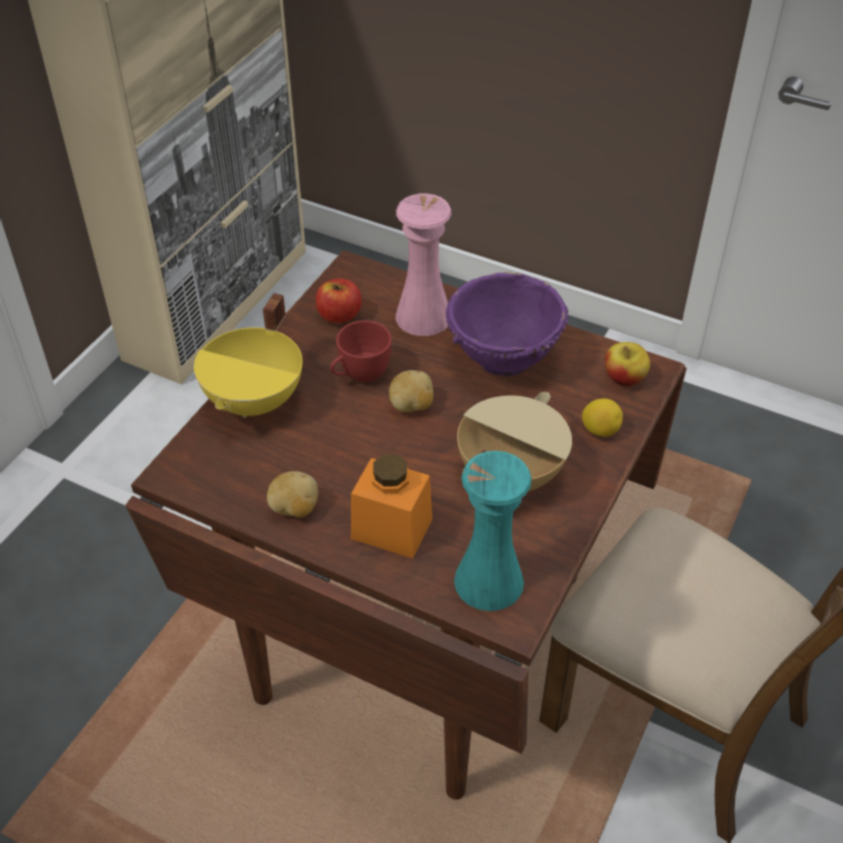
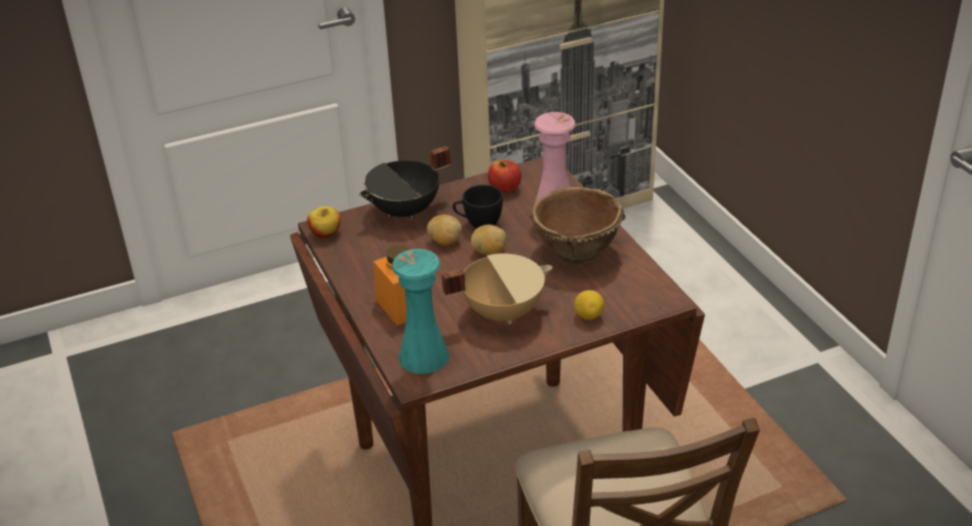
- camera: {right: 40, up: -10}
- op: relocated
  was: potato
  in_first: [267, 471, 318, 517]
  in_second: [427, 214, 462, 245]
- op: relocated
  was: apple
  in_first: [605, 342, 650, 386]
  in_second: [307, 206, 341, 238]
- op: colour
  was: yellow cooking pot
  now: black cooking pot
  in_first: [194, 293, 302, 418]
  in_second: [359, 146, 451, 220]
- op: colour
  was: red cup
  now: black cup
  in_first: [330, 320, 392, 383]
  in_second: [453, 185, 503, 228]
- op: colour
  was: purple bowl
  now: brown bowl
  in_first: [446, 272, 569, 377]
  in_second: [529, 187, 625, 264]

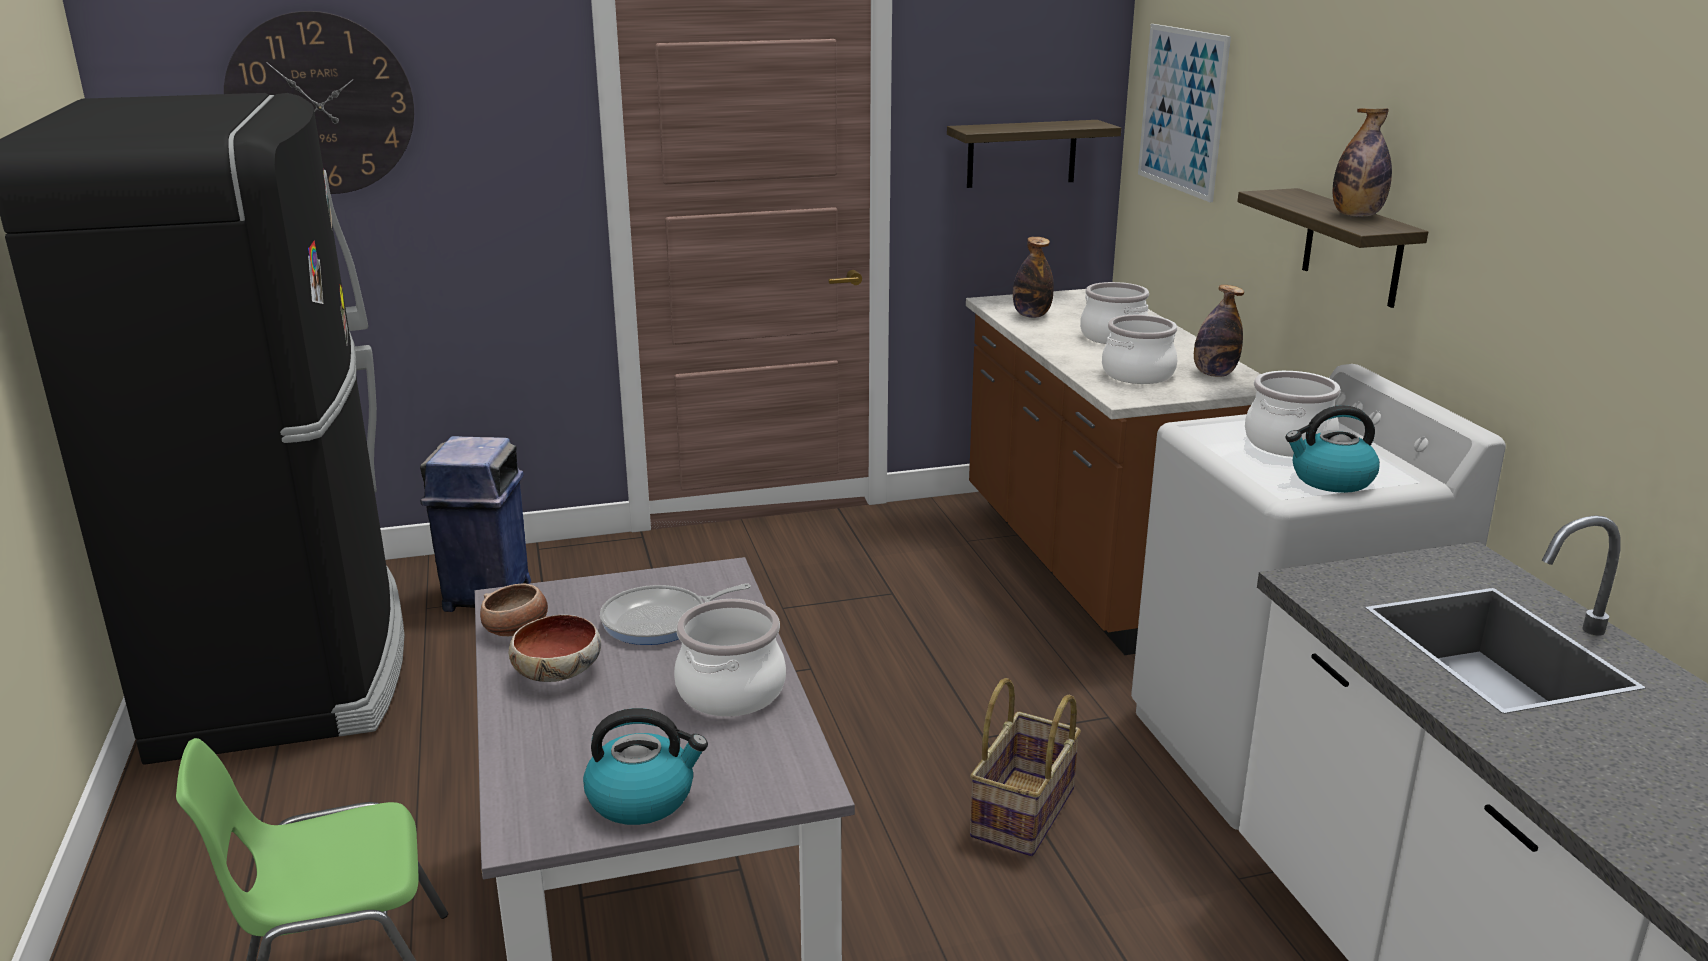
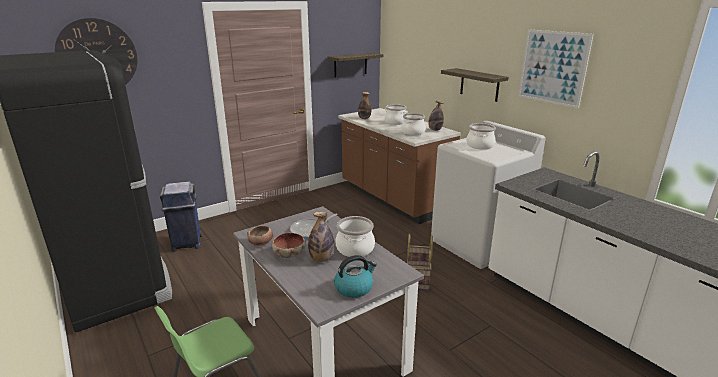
- camera: {right: -20, up: 0}
- op: missing
  was: kettle
  in_first: [1285, 405, 1380, 493]
- op: relocated
  was: picture
  in_first: [1138, 24, 1231, 202]
  in_second: [518, 29, 594, 108]
- op: relocated
  was: bottle
  in_first: [1333, 108, 1392, 217]
  in_second: [308, 211, 334, 262]

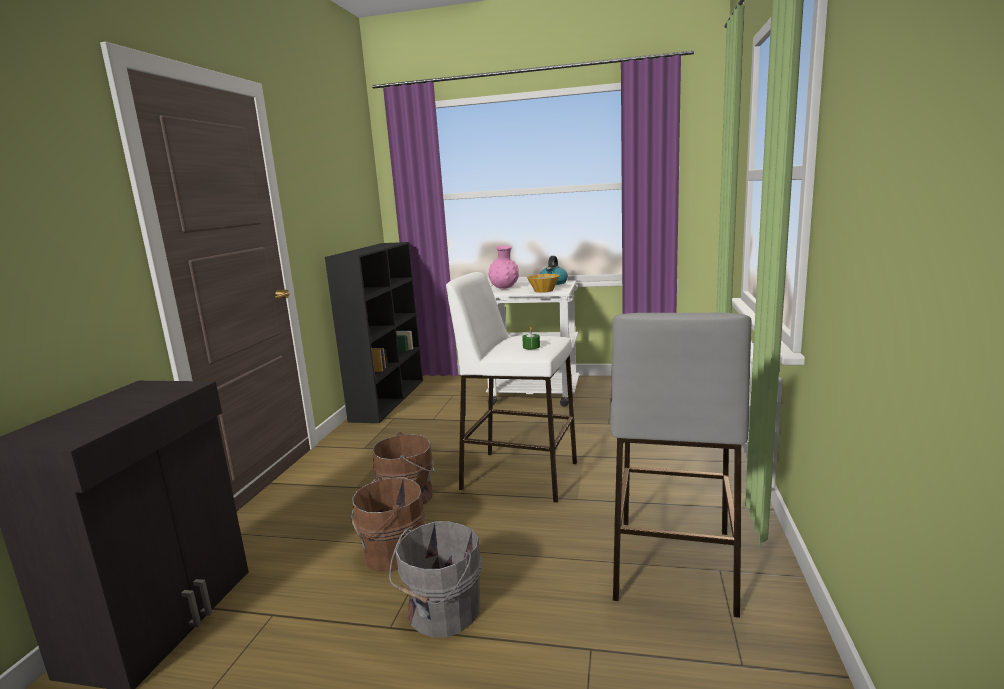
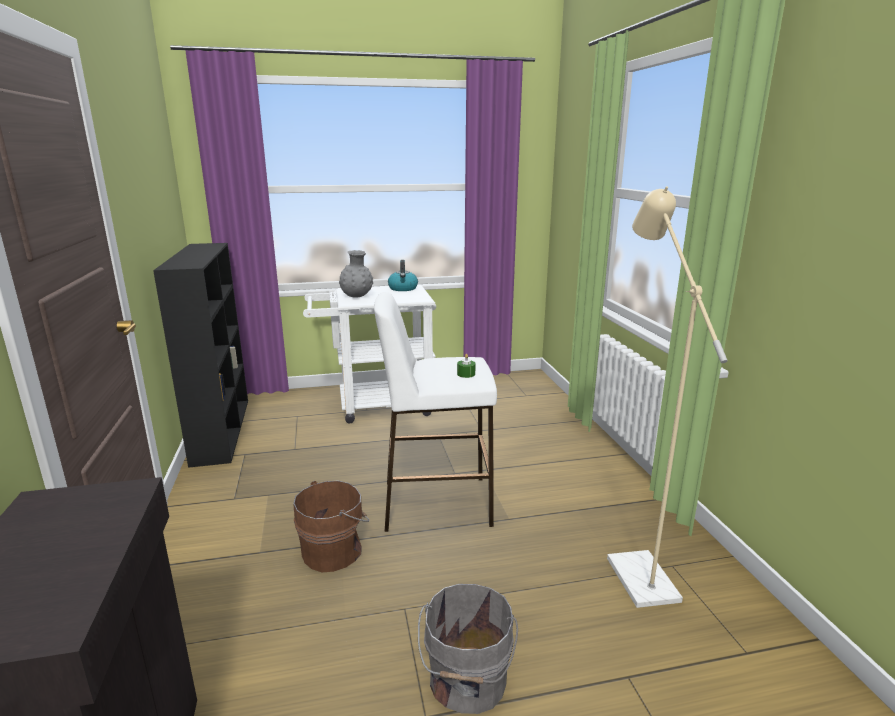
- camera: {right: -25, up: 5}
- op: missing
  was: brown bucket
  in_first: [351, 476, 425, 572]
- op: missing
  was: bowl
  in_first: [527, 274, 560, 293]
- op: exchanged
  was: grey stool
  now: beige floor lamp
  in_first: [610, 313, 752, 618]
  in_second: [607, 186, 728, 608]
- op: colour
  was: pink vase
  now: grey vase
  in_first: [488, 246, 519, 289]
  in_second: [339, 250, 373, 298]

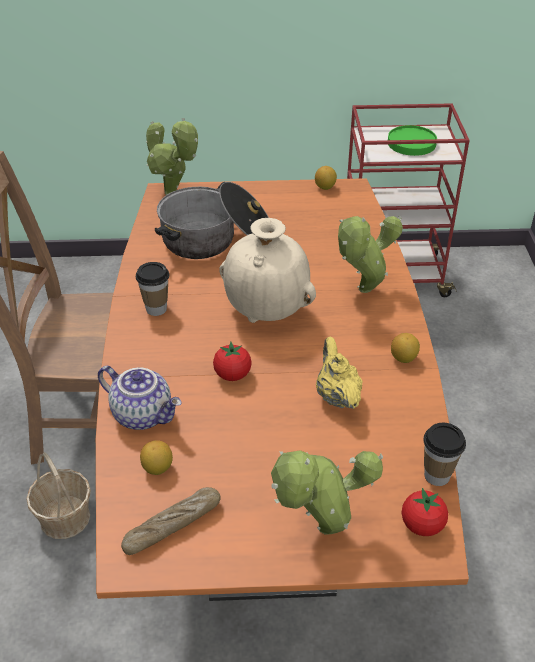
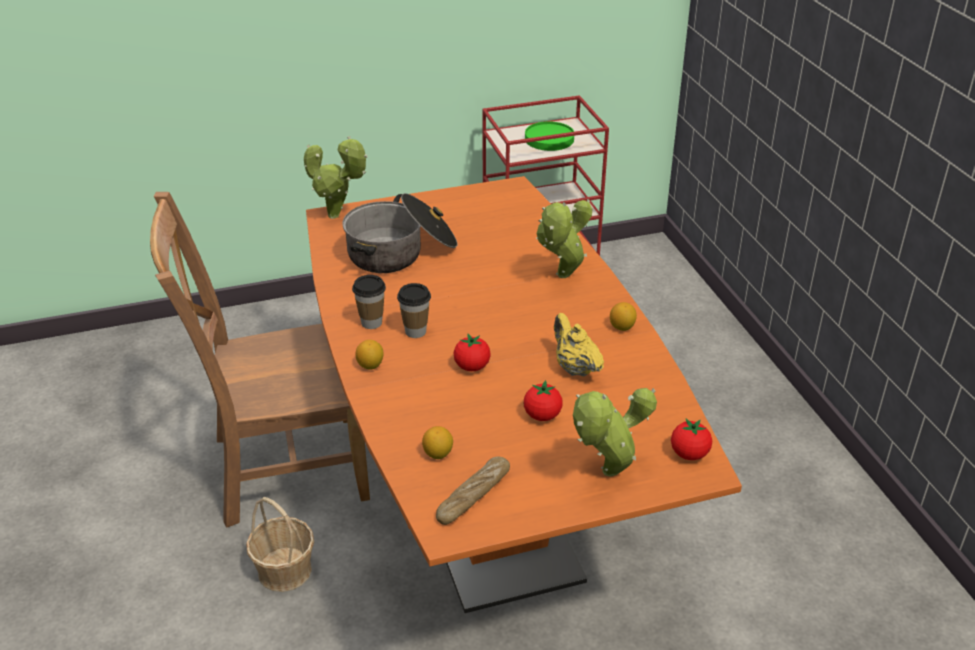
- camera: {right: -15, up: -5}
- op: missing
  was: teapot
  in_first: [98, 366, 182, 430]
- op: missing
  was: beige vase
  in_first: [219, 218, 316, 323]
- op: appeared
  now: tomato
  in_second: [524, 380, 563, 421]
- op: relocated
  was: lemon
  in_first: [315, 166, 337, 190]
  in_second: [355, 340, 383, 369]
- op: relocated
  was: cup
  in_first: [423, 423, 466, 486]
  in_second: [397, 283, 431, 338]

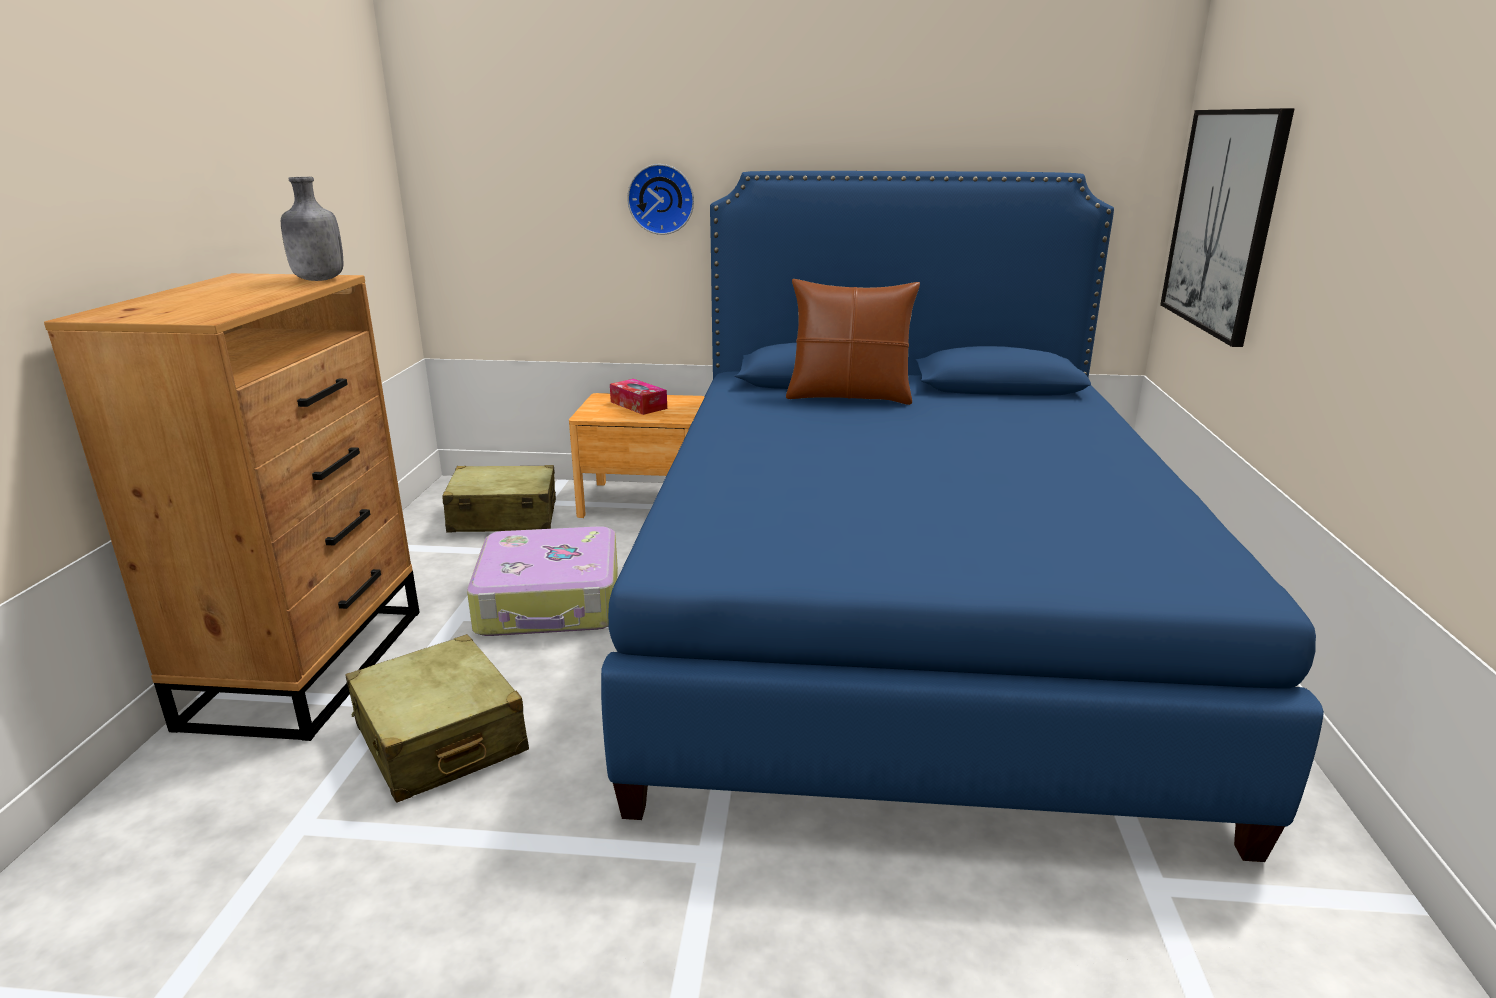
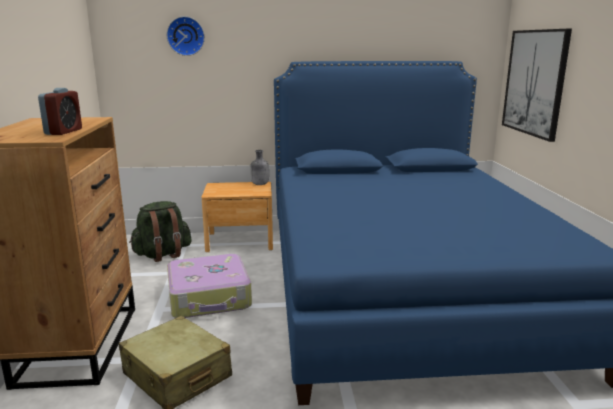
- camera: {right: -10, up: -5}
- op: missing
  was: tissue box
  in_first: [610, 379, 667, 415]
- op: missing
  was: brown pillow
  in_first: [786, 279, 920, 405]
- op: appeared
  now: alarm clock
  in_second: [38, 88, 82, 135]
- op: relocated
  was: grey bottle
  in_first: [281, 177, 343, 281]
  in_second: [250, 150, 269, 185]
- op: relocated
  was: wall clock
  in_first: [627, 164, 694, 235]
  in_second: [167, 16, 205, 56]
- op: exchanged
  was: beige suitcase
  now: green backpack
  in_first: [443, 465, 556, 533]
  in_second: [129, 201, 192, 262]

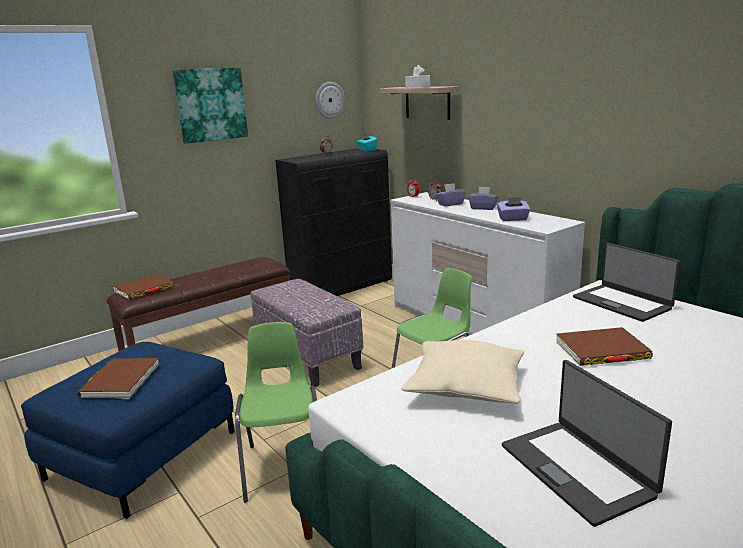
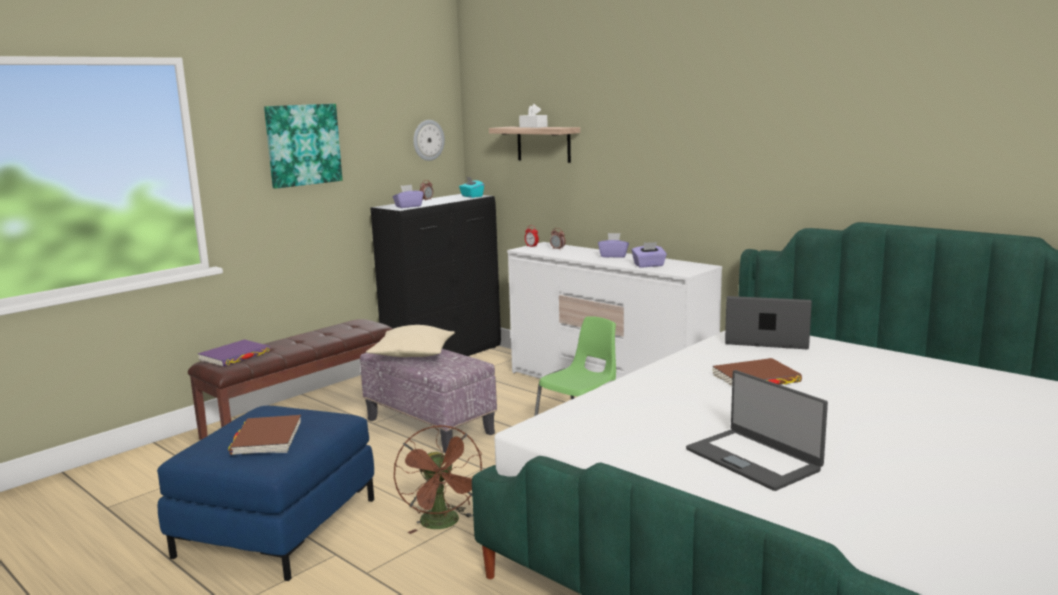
- camera: {right: -10, up: -5}
- op: relocated
  was: beige pillow
  in_first: [401, 340, 524, 404]
  in_second: [366, 325, 455, 357]
- op: relocated
  was: purple tissue box
  in_first: [436, 183, 466, 206]
  in_second: [392, 185, 423, 208]
- op: exchanged
  was: green chair
  now: brown fan
  in_first: [235, 322, 317, 502]
  in_second: [394, 425, 482, 534]
- op: colour
  was: brown book
  now: purple book
  in_first: [113, 274, 174, 300]
  in_second: [198, 339, 270, 367]
- op: spun
  was: laptop
  in_first: [573, 243, 680, 322]
  in_second: [725, 296, 812, 349]
  clockwise: 150

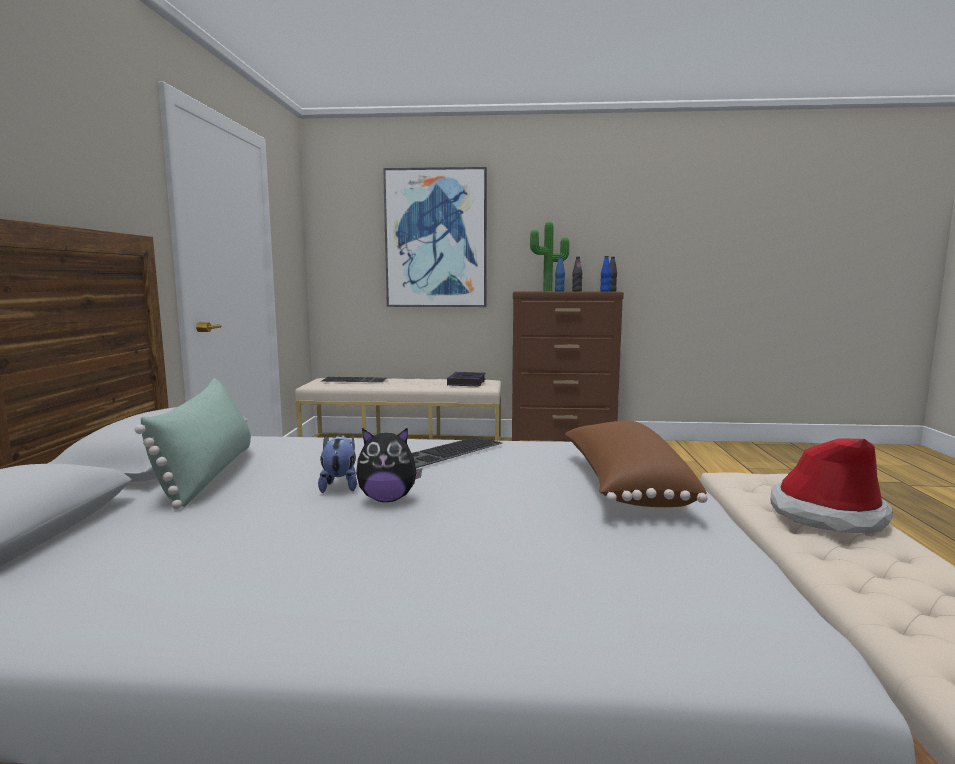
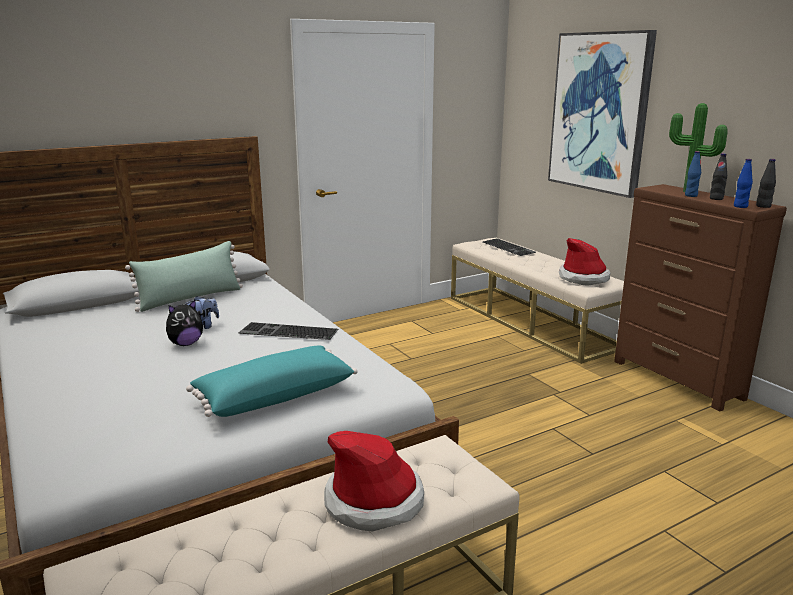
- camera: {right: 55, up: 10}
- op: exchanged
  was: book
  now: hat
  in_first: [447, 372, 485, 386]
  in_second: [559, 238, 610, 286]
- op: colour
  was: brown pillow
  now: turquoise pillow
  in_first: [565, 421, 707, 507]
  in_second: [186, 346, 358, 417]
- op: spun
  was: plush toy
  in_first: [356, 427, 422, 502]
  in_second: [166, 300, 203, 346]
  clockwise: -90

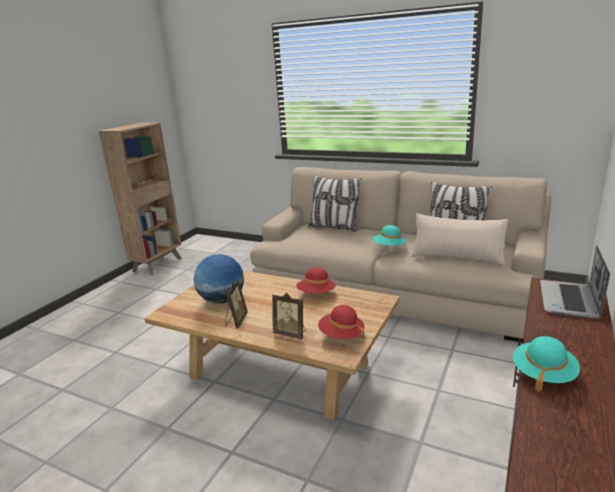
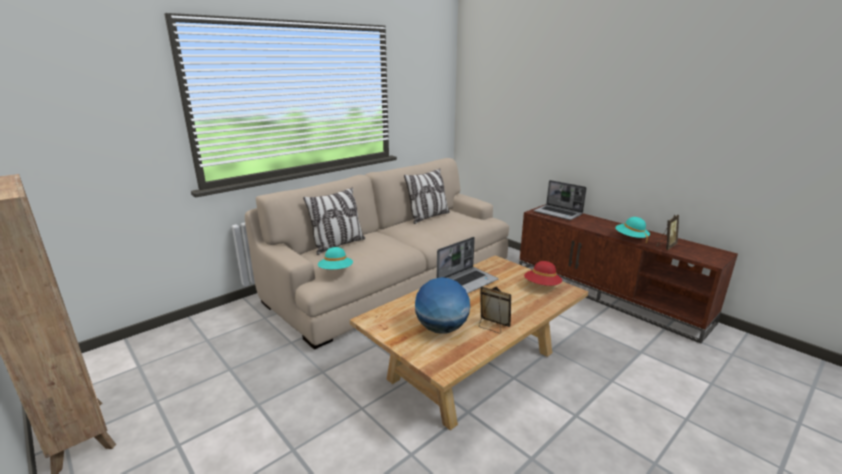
- camera: {right: -70, up: 0}
- op: missing
  was: beige pillow
  in_first: [412, 213, 509, 266]
- op: relocated
  was: picture frame
  in_first: [272, 293, 306, 339]
  in_second: [656, 214, 679, 250]
- op: relocated
  was: turquoise hat
  in_first: [372, 225, 406, 246]
  in_second: [318, 247, 353, 269]
- op: exchanged
  was: red hat
  now: laptop
  in_first: [296, 267, 336, 293]
  in_second: [437, 237, 499, 294]

